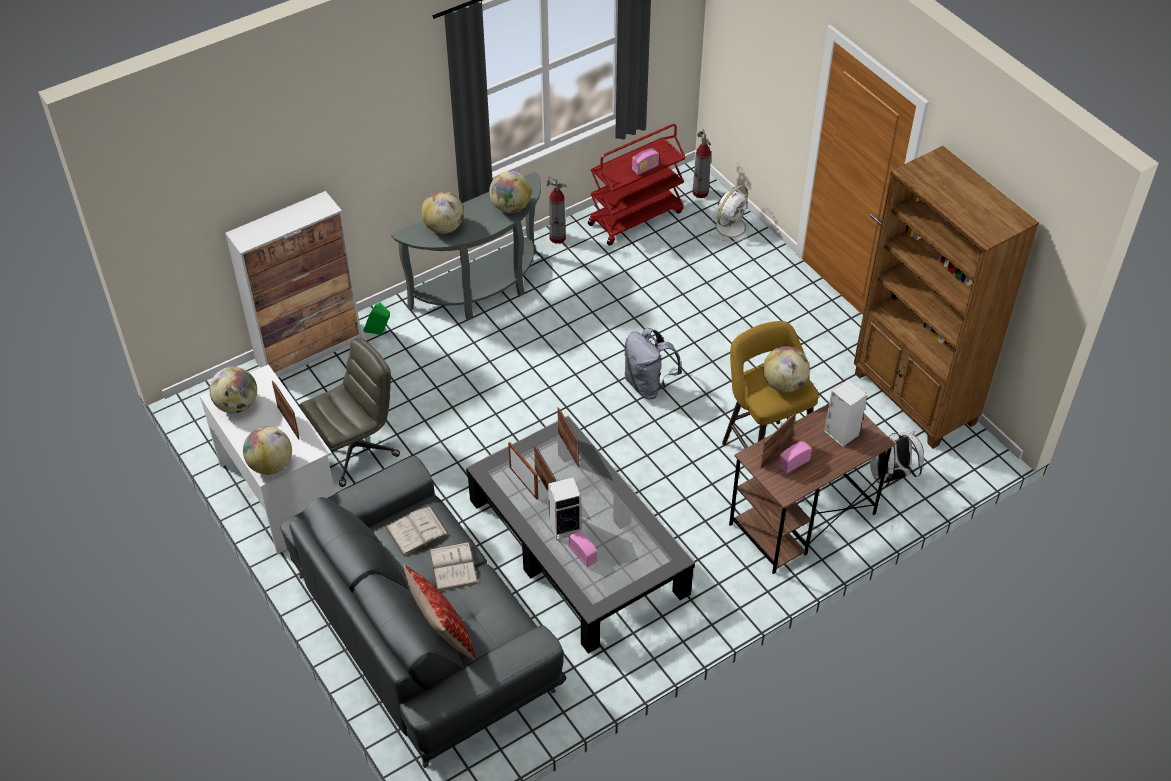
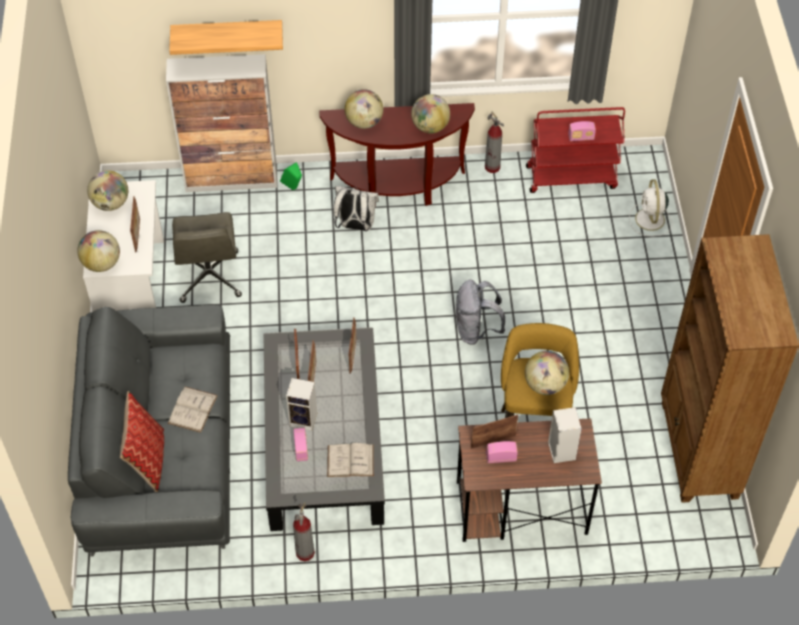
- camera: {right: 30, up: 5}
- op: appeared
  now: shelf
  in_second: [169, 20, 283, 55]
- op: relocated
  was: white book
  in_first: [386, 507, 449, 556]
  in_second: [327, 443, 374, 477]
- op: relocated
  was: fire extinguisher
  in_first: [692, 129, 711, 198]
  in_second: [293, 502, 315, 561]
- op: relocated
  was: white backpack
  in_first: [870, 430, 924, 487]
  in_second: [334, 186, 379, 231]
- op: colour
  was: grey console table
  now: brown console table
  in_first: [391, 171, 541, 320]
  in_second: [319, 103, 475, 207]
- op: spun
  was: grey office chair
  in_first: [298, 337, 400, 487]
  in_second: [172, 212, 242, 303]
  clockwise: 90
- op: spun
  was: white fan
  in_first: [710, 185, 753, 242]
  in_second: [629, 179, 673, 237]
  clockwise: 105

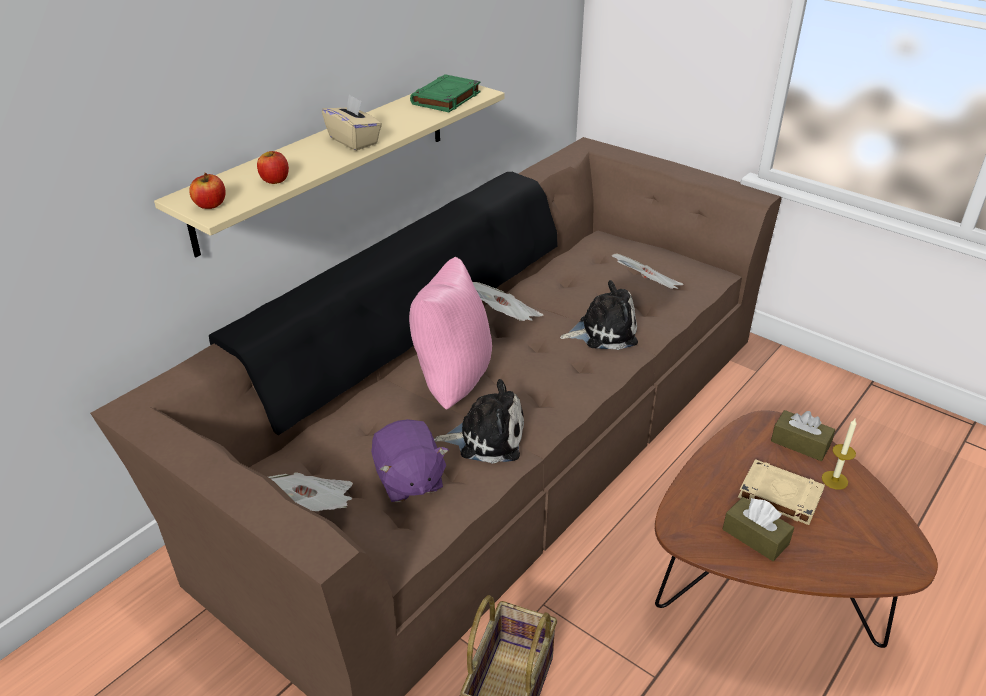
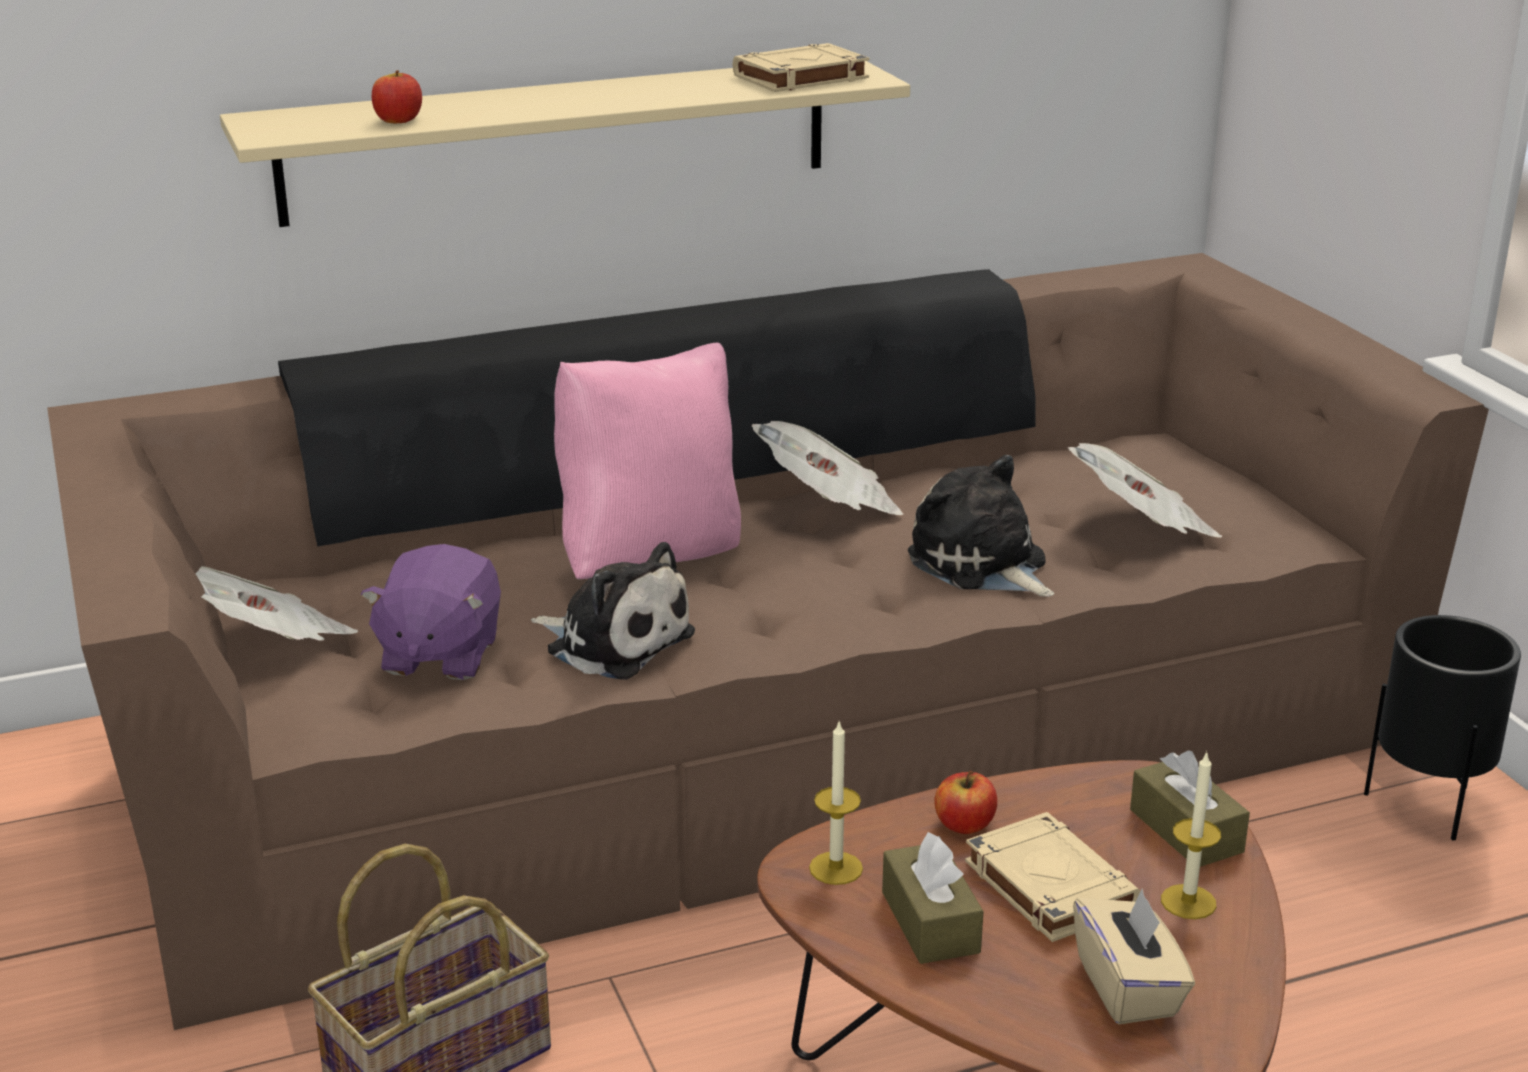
- camera: {right: 30, up: -10}
- op: appeared
  now: candle
  in_second: [809, 722, 863, 885]
- op: appeared
  now: black planter
  in_second: [1364, 615, 1521, 840]
- op: relocated
  was: apple
  in_first: [189, 173, 226, 209]
  in_second: [934, 770, 997, 834]
- op: relocated
  was: beige tissue box
  in_first: [322, 94, 382, 151]
  in_second: [1073, 888, 1195, 1025]
- op: colour
  was: green book
  now: beige book
  in_first: [410, 74, 481, 112]
  in_second: [733, 43, 870, 92]
- op: spun
  was: plush toy
  in_first: [560, 280, 638, 350]
  in_second: [908, 455, 1054, 597]
  clockwise: -150

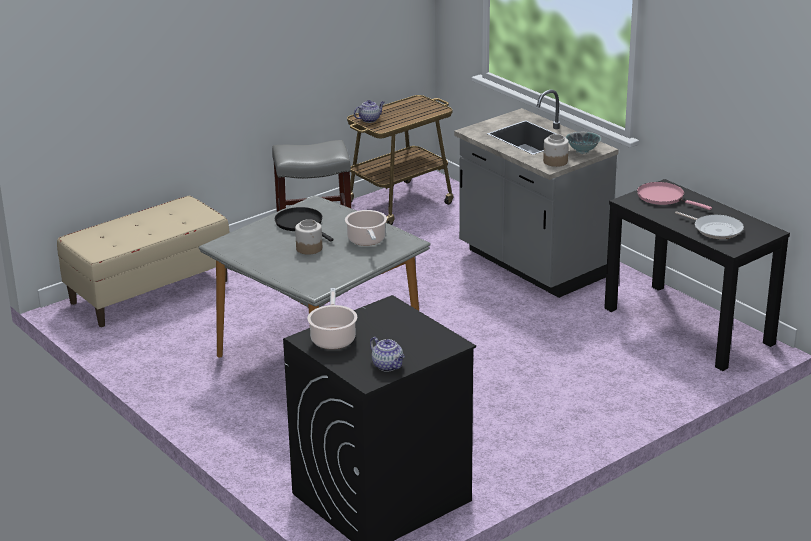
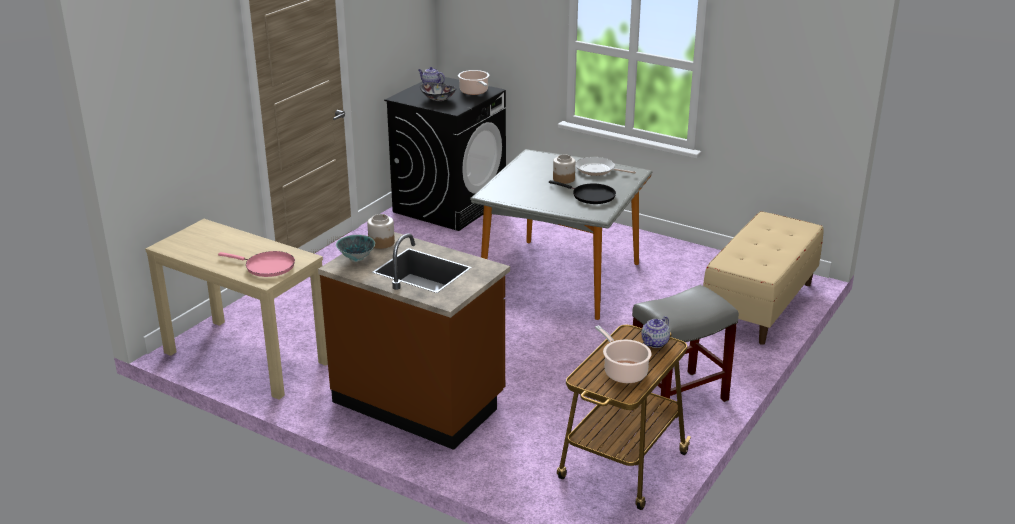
- camera: {right: 160, up: 0}
- op: appeared
  now: bowl
  in_second: [420, 82, 457, 101]
- op: relocated
  was: cooking pot
  in_first: [345, 210, 387, 246]
  in_second: [595, 325, 652, 383]
- op: relocated
  was: frying pan
  in_first: [675, 211, 744, 239]
  in_second: [575, 157, 636, 176]
- op: colour
  was: grey counter
  now: brown counter
  in_first: [454, 89, 619, 298]
  in_second: [318, 232, 510, 450]
- op: colour
  was: black console table
  now: beige console table
  in_first: [604, 179, 790, 371]
  in_second: [145, 219, 328, 400]

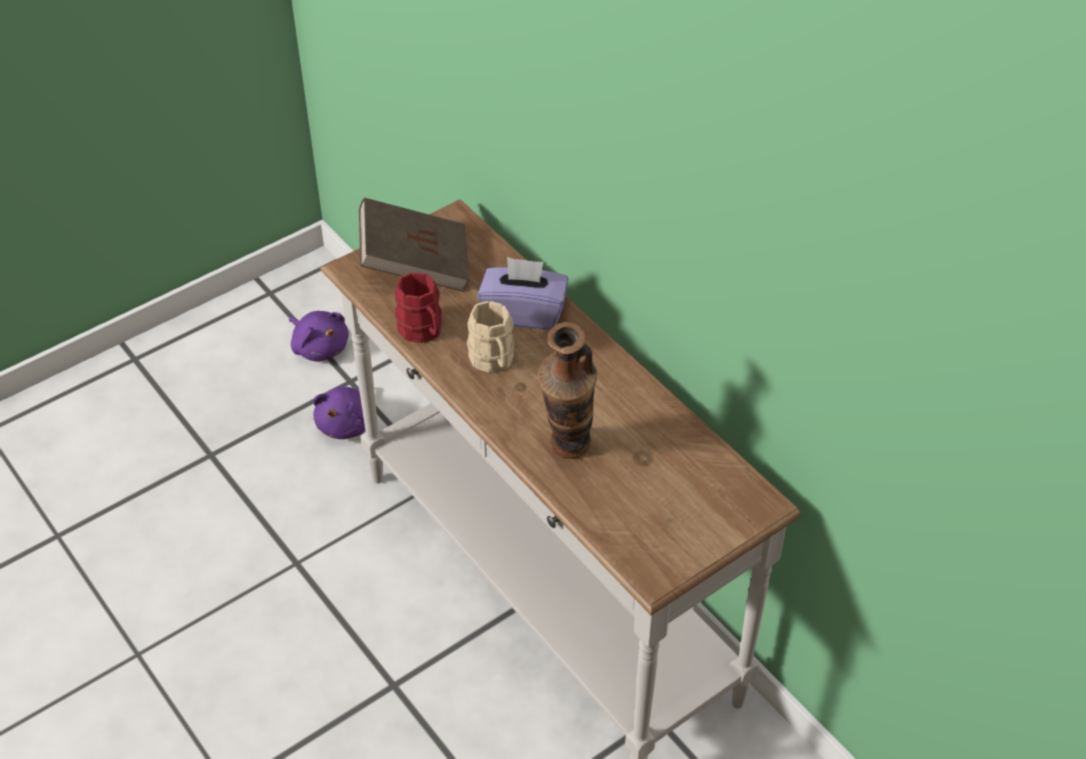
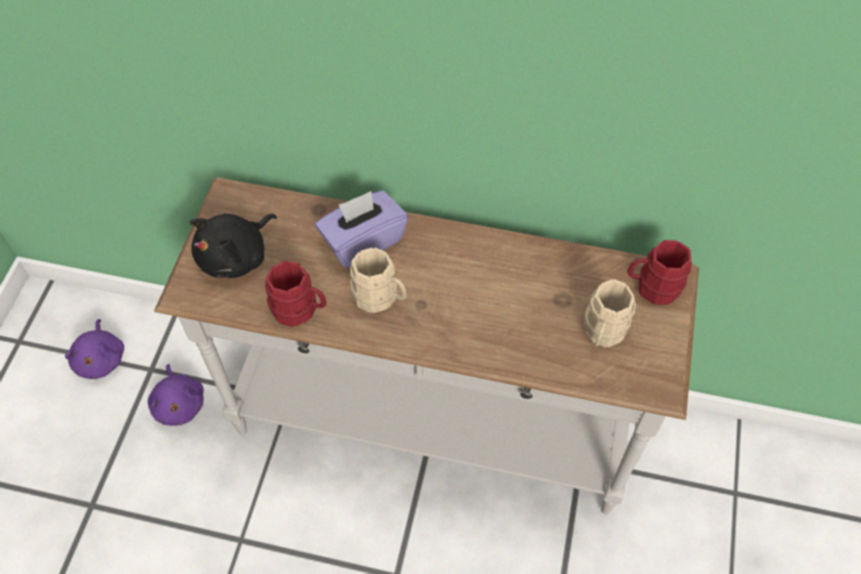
- camera: {right: -40, up: 10}
- op: missing
  was: vase
  in_first: [538, 322, 597, 459]
- op: appeared
  now: beige mug
  in_second: [583, 279, 636, 347]
- op: appeared
  now: red mug
  in_second: [627, 240, 692, 305]
- op: exchanged
  was: brown book
  now: black plush toy
  in_first: [359, 198, 470, 292]
  in_second: [190, 214, 277, 278]
- op: spun
  was: purple plush toy
  in_first: [289, 311, 349, 362]
  in_second: [65, 319, 124, 379]
  clockwise: 75

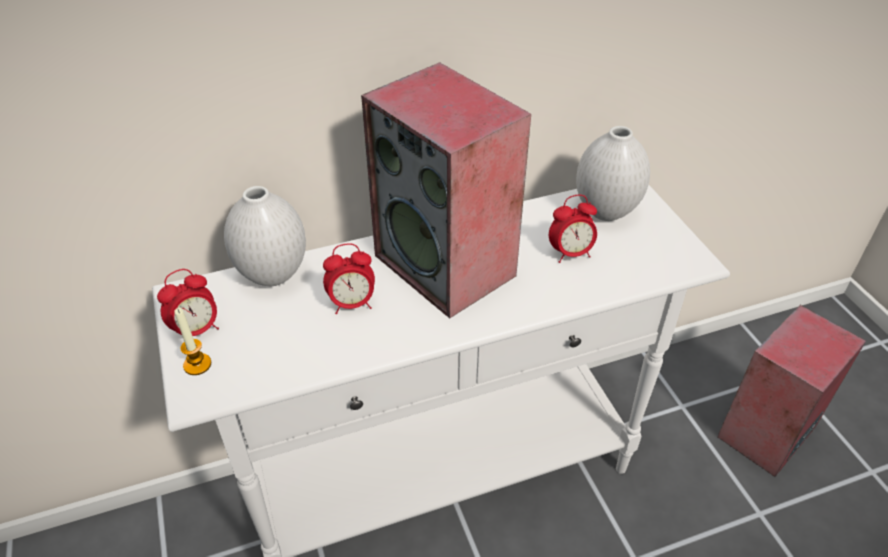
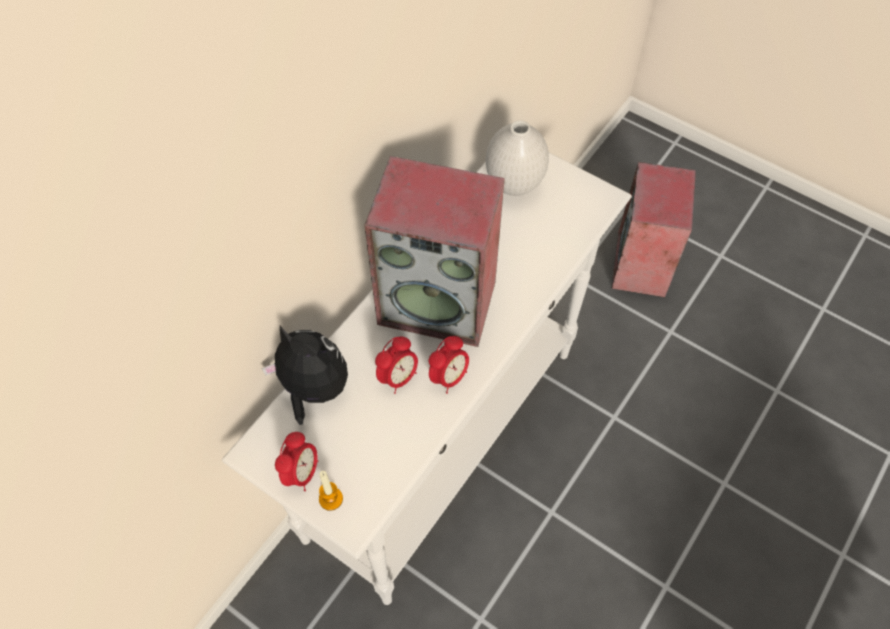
- camera: {right: -35, up: 15}
- op: relocated
  was: alarm clock
  in_first: [549, 195, 597, 263]
  in_second: [429, 336, 469, 394]
- op: exchanged
  was: white vase
  now: plush toy
  in_first: [224, 186, 306, 286]
  in_second: [262, 326, 348, 425]

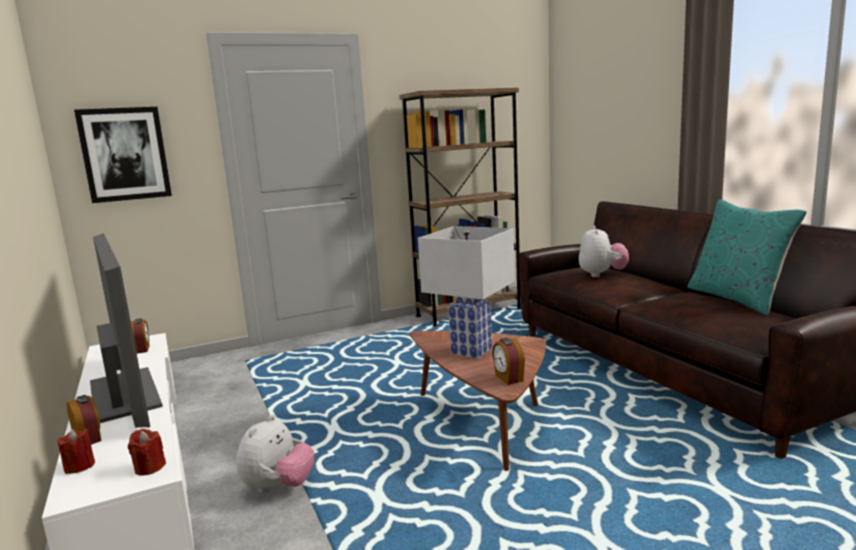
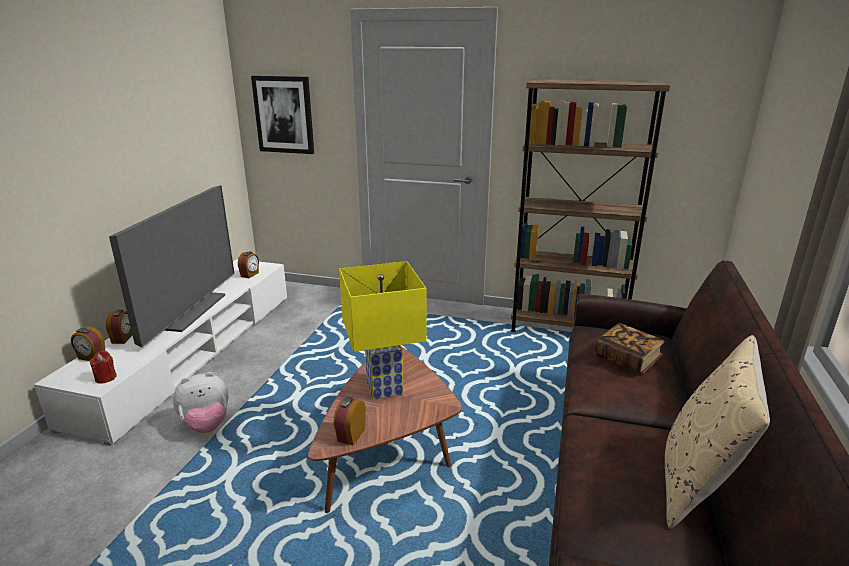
- camera: {right: 40, up: 10}
- op: exchanged
  was: red candle
  now: alarm clock
  in_first: [57, 429, 95, 474]
  in_second: [71, 327, 105, 361]
- op: exchanged
  was: plush toy
  now: book
  in_first: [579, 226, 629, 277]
  in_second: [596, 323, 664, 374]
- op: colour
  was: white table lamp
  now: yellow table lamp
  in_first: [418, 226, 515, 359]
  in_second: [339, 261, 427, 399]
- op: colour
  was: turquoise pillow
  now: beige pillow
  in_first: [687, 200, 807, 315]
  in_second: [665, 335, 770, 529]

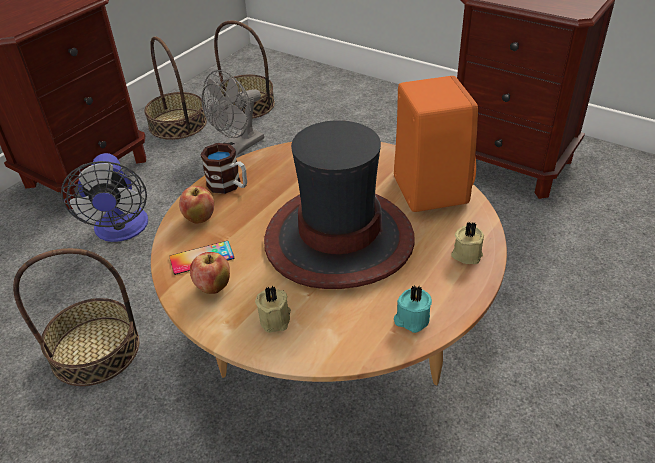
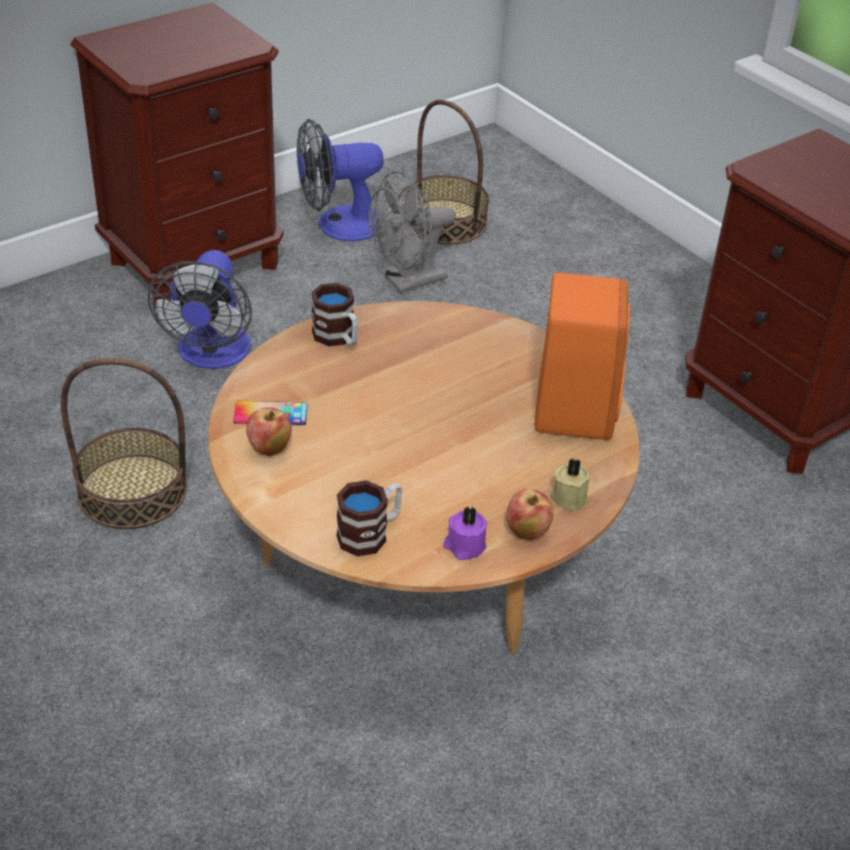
- camera: {right: 15, up: 0}
- op: missing
  was: beige candle
  in_first: [255, 286, 291, 333]
- op: missing
  was: hat
  in_first: [264, 120, 415, 289]
- op: appeared
  now: mug
  in_second: [336, 480, 402, 556]
- op: relocated
  was: apple
  in_first: [179, 186, 214, 224]
  in_second: [506, 489, 554, 540]
- op: exchanged
  was: basket
  now: fan
  in_first: [144, 36, 207, 140]
  in_second: [297, 119, 384, 241]
- op: colour
  was: turquoise candle
  now: purple candle
  in_first: [394, 285, 432, 333]
  in_second: [443, 506, 487, 560]

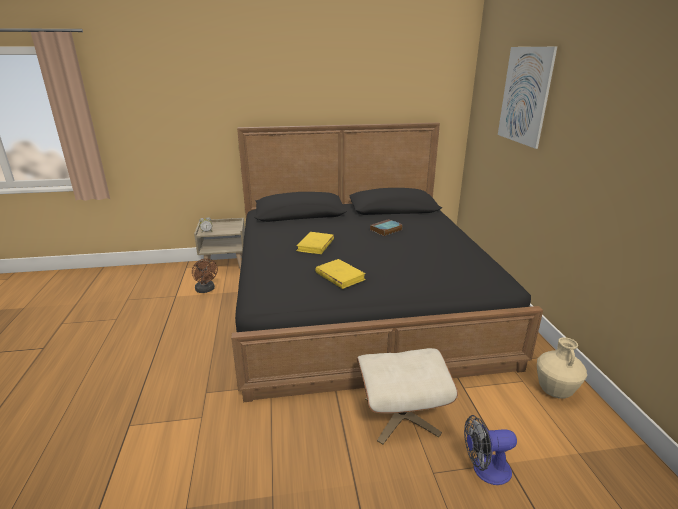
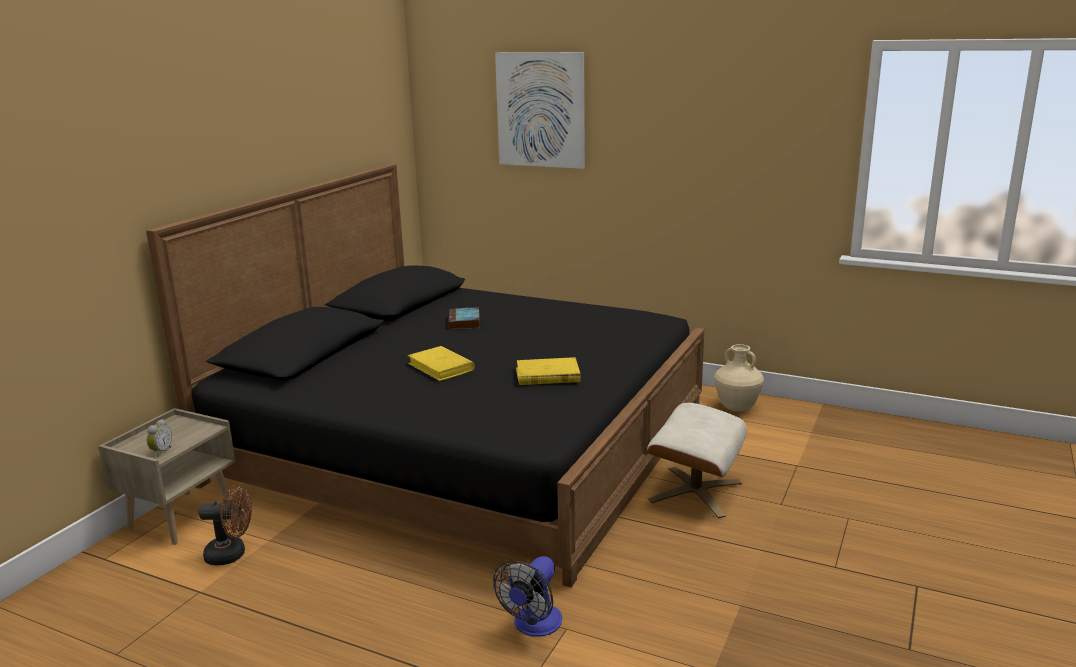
- camera: {right: -55, up: -5}
- op: relocated
  was: fan
  in_first: [464, 415, 517, 485]
  in_second: [493, 556, 562, 637]

